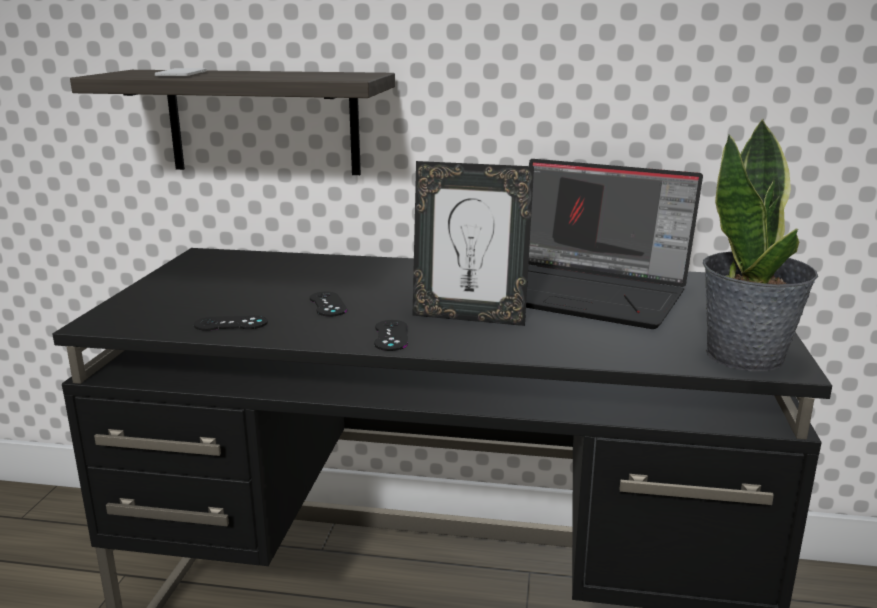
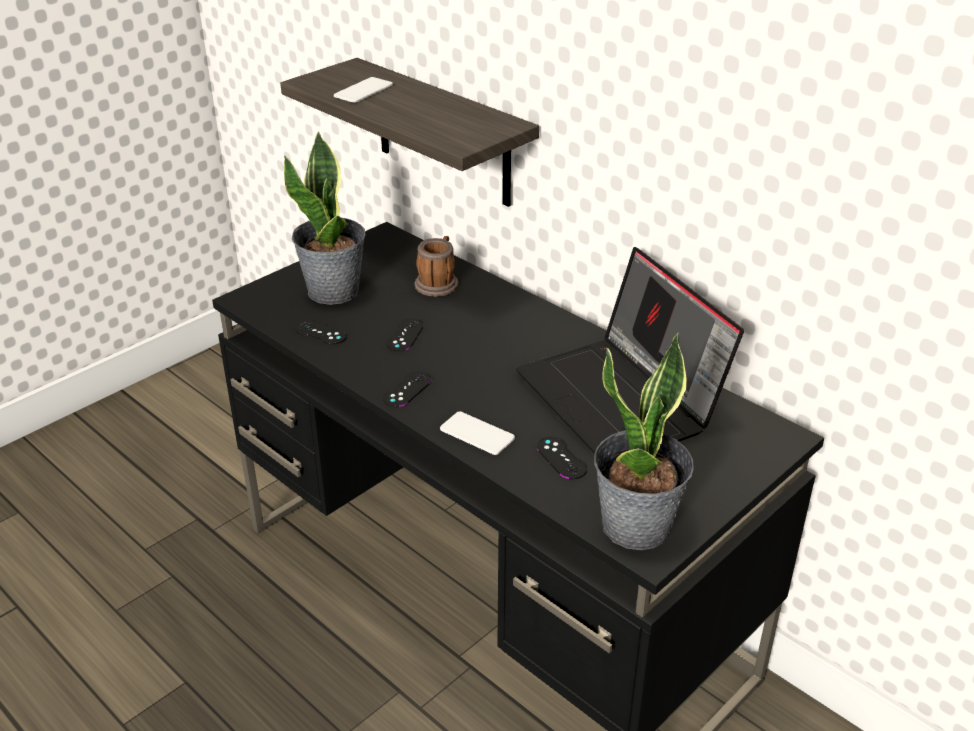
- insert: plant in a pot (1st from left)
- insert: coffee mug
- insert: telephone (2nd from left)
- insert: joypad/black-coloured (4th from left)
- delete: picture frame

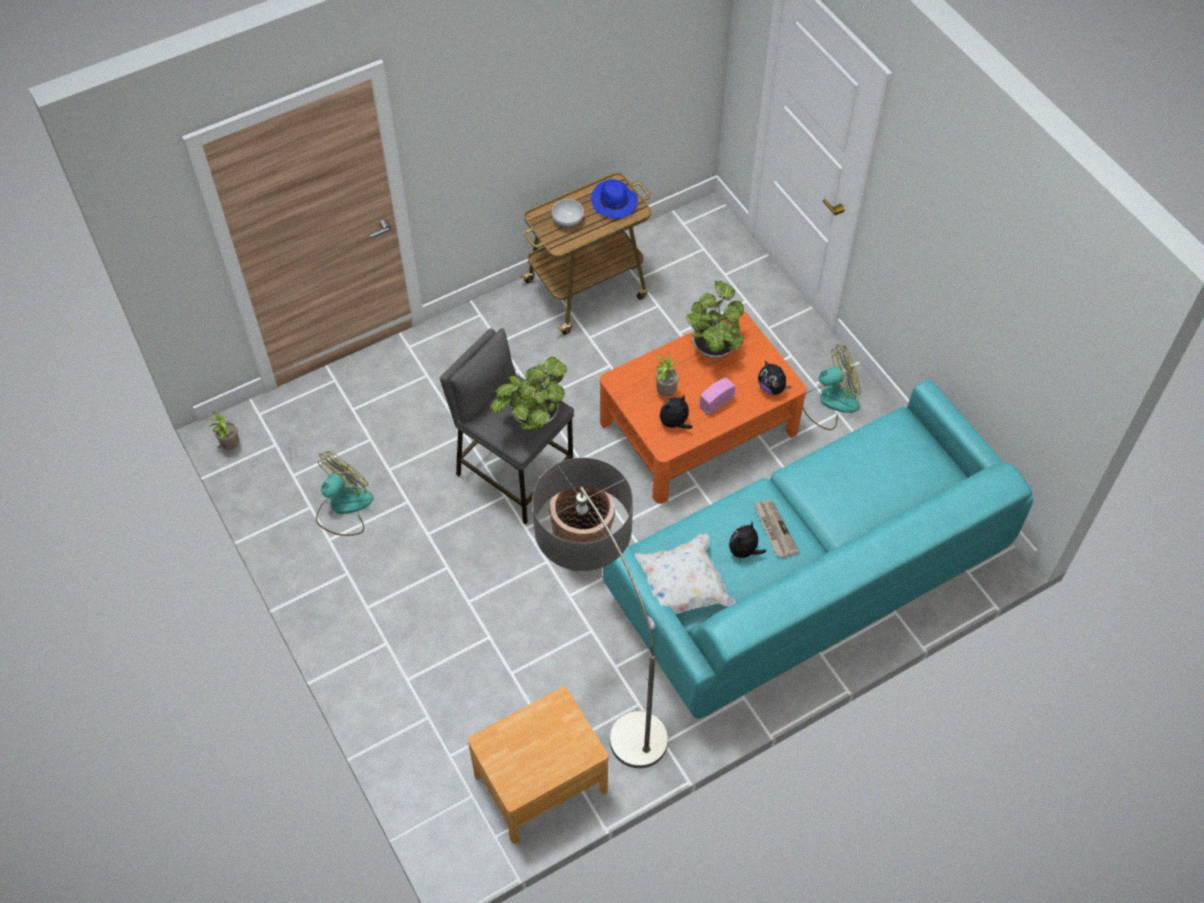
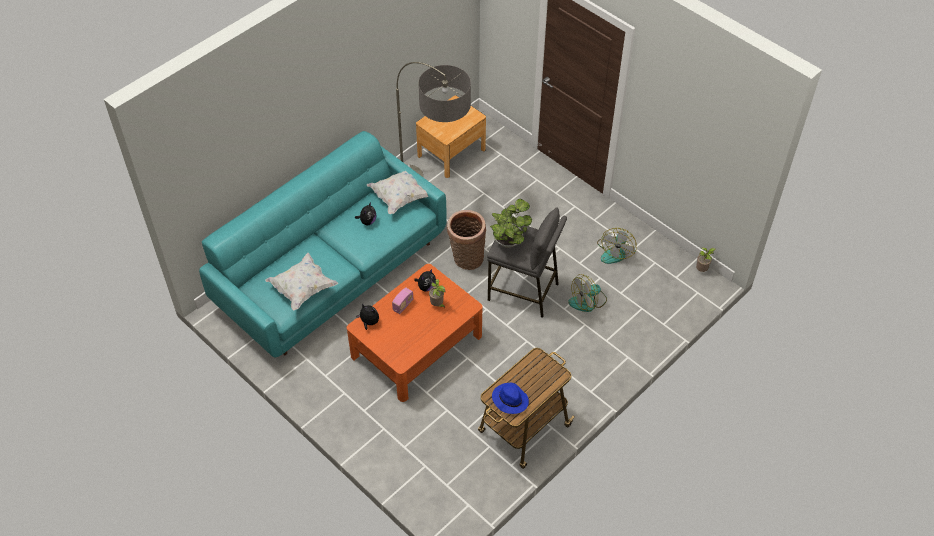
- insert: throw pillow/whitish (1st from left)
- move: electric fan (2nd from left in the first image) to electric fan (1st from left)
- delete: deep dish
- delete: plant in a pot (4th from left)
- delete: daily paper

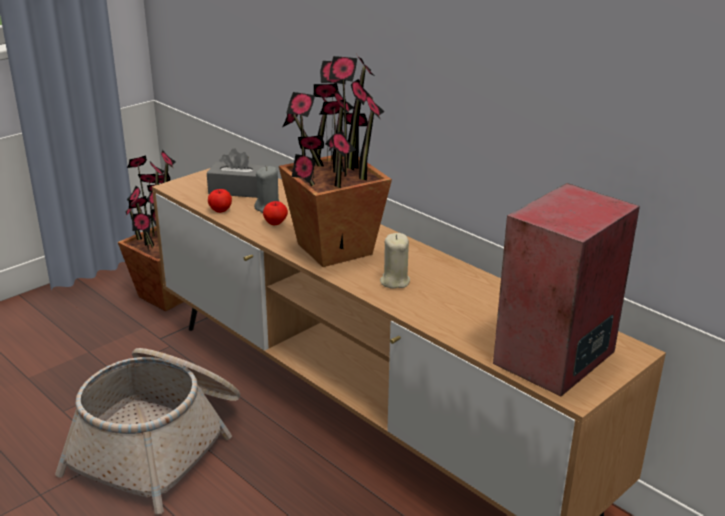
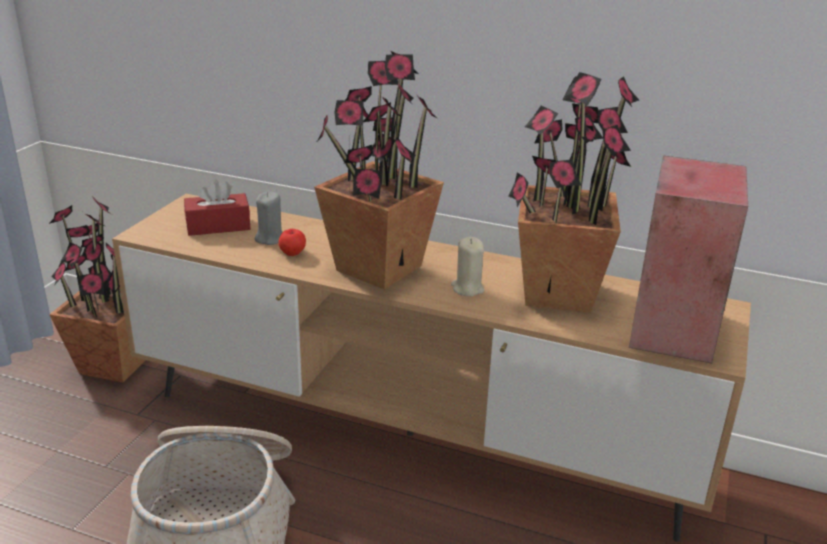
- recolor: box of tissues/grey to box of tissues/red-coloured
- insert: plant in a pot (3rd from left)
- delete: whole apple (1st from left)

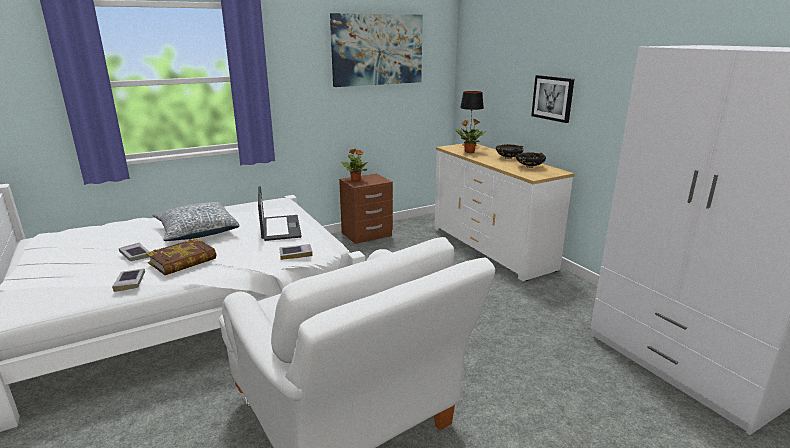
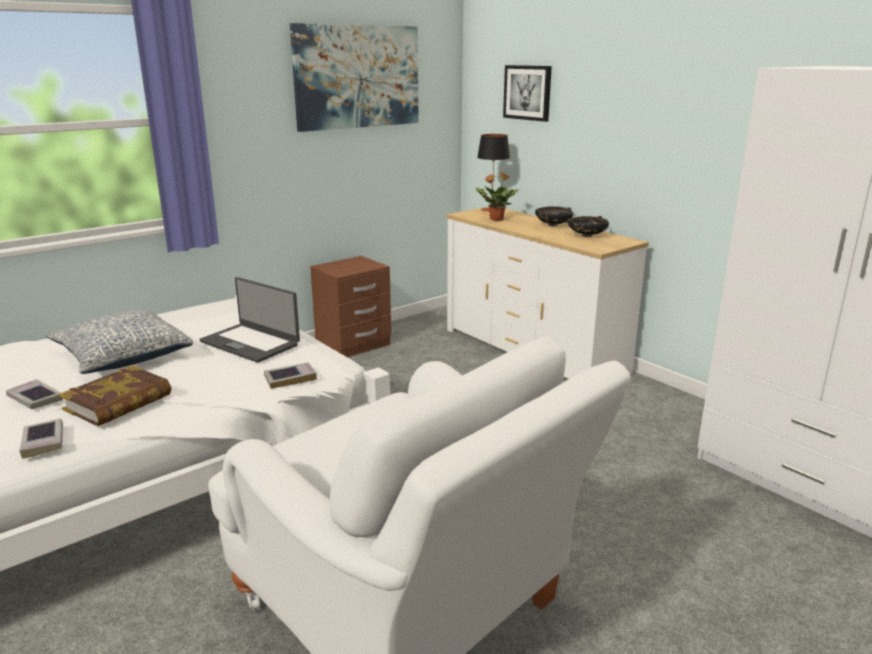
- rotate: portable computer 150 degrees clockwise
- move: picture (2nd from left)
- delete: plant in a pot (1st from left)

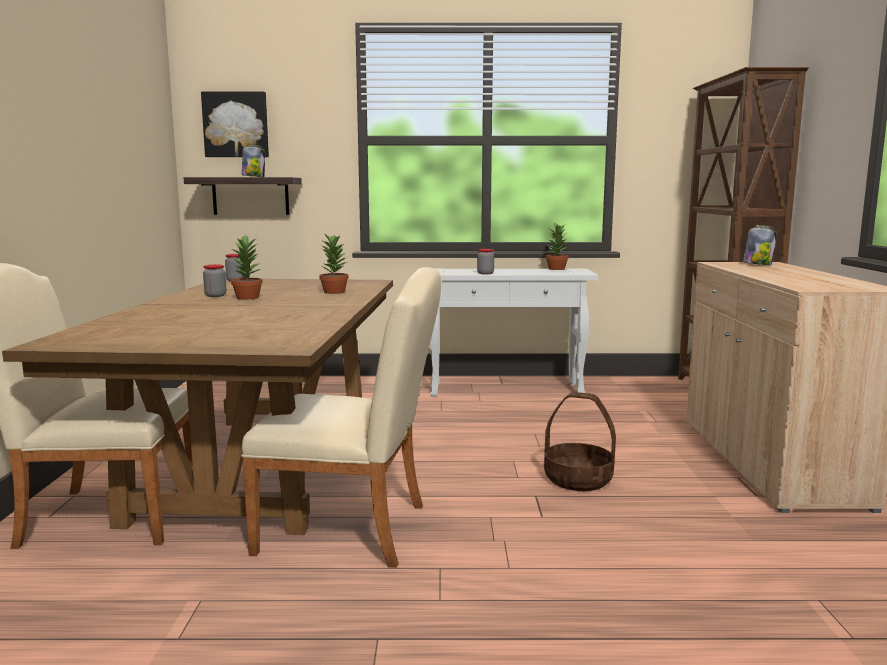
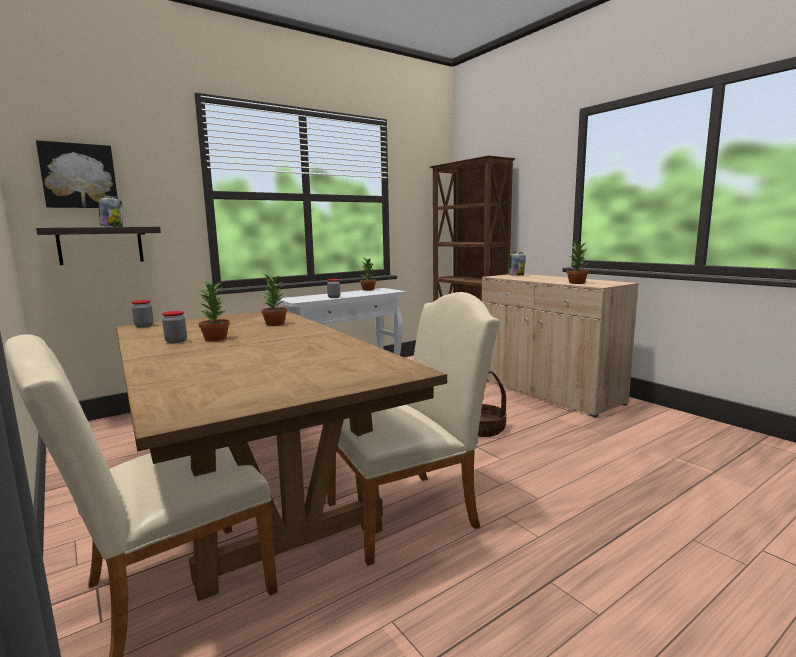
- insert: plant in a pot (4th from left)

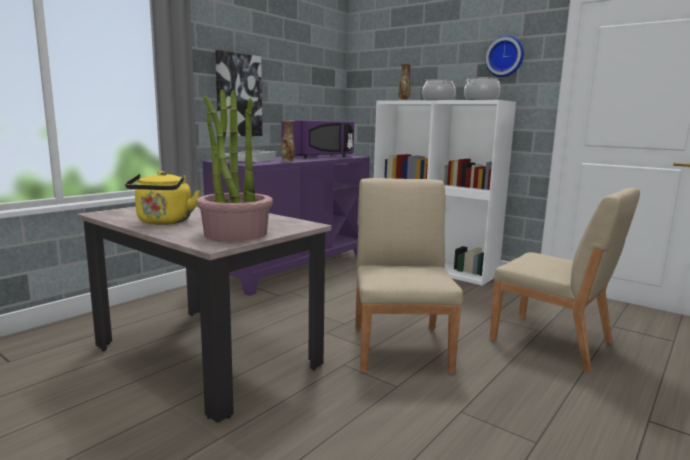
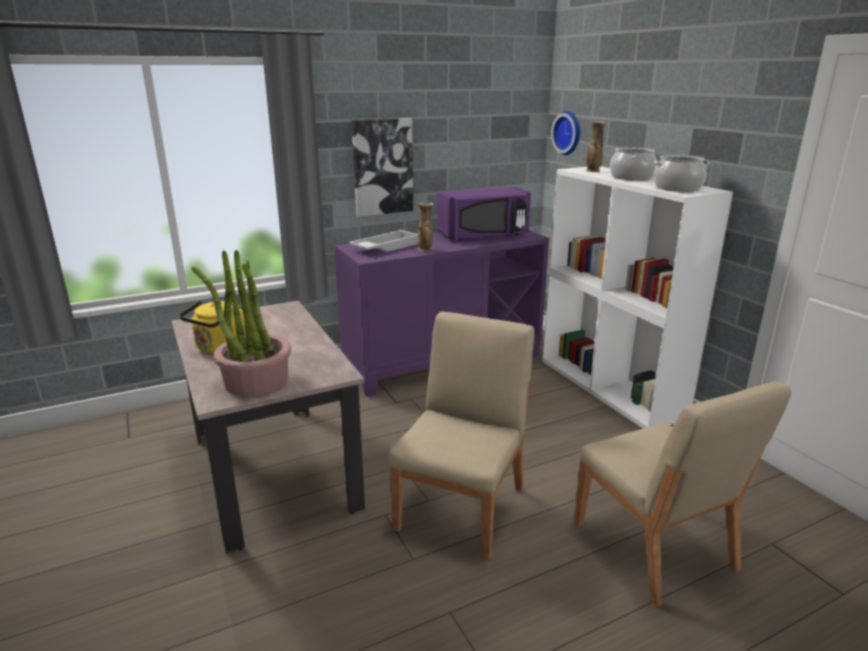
- move: clock on the wall

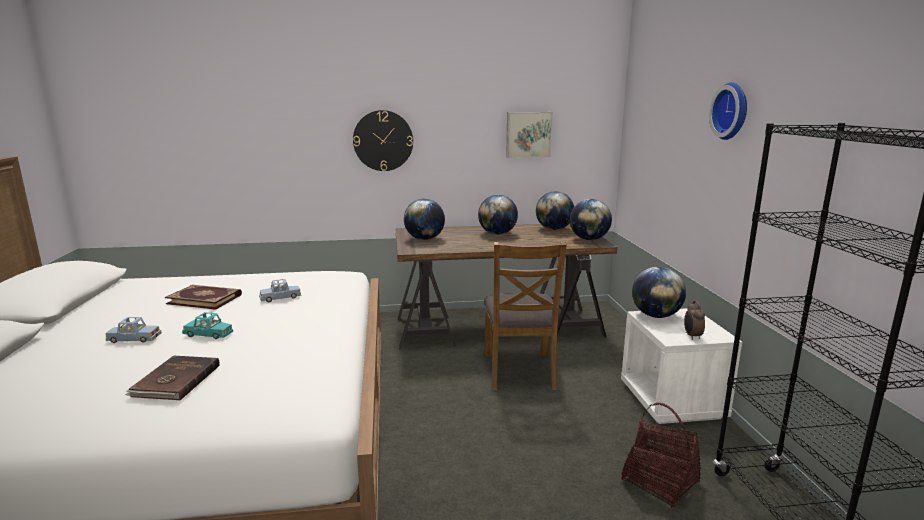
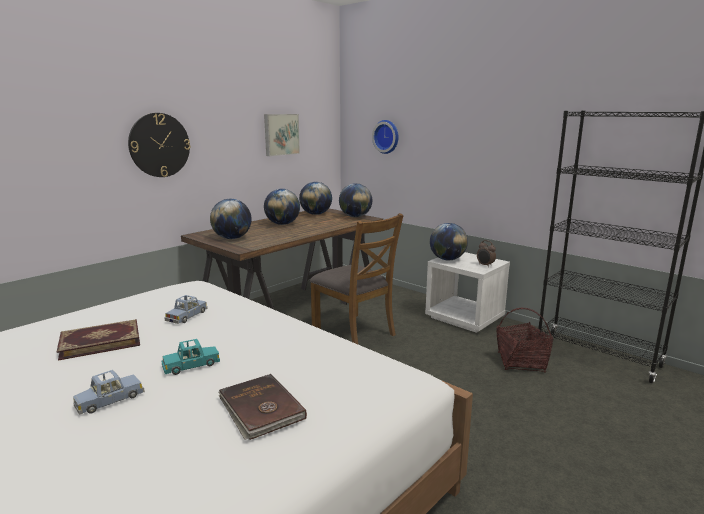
- move: clock on the wall (2nd from left)

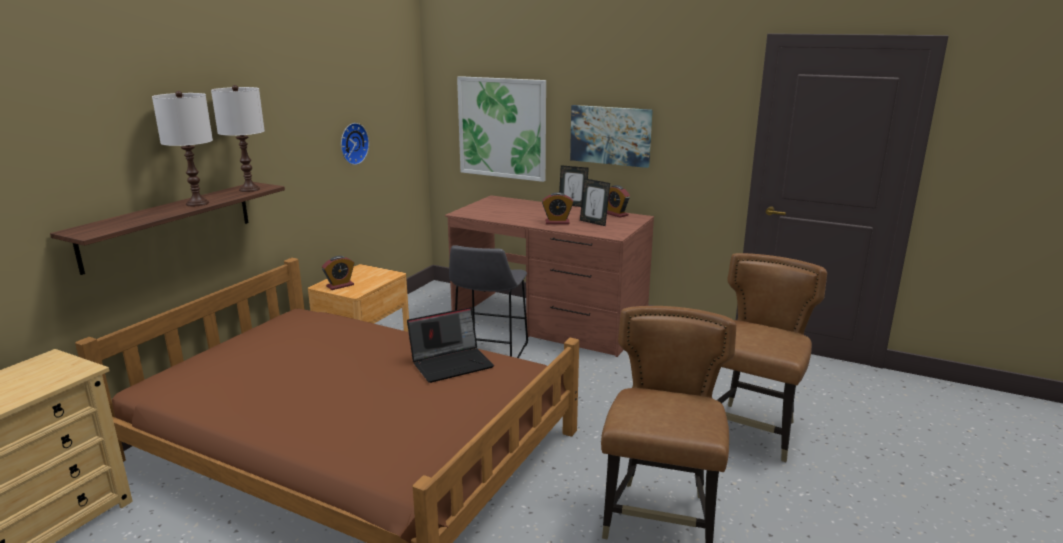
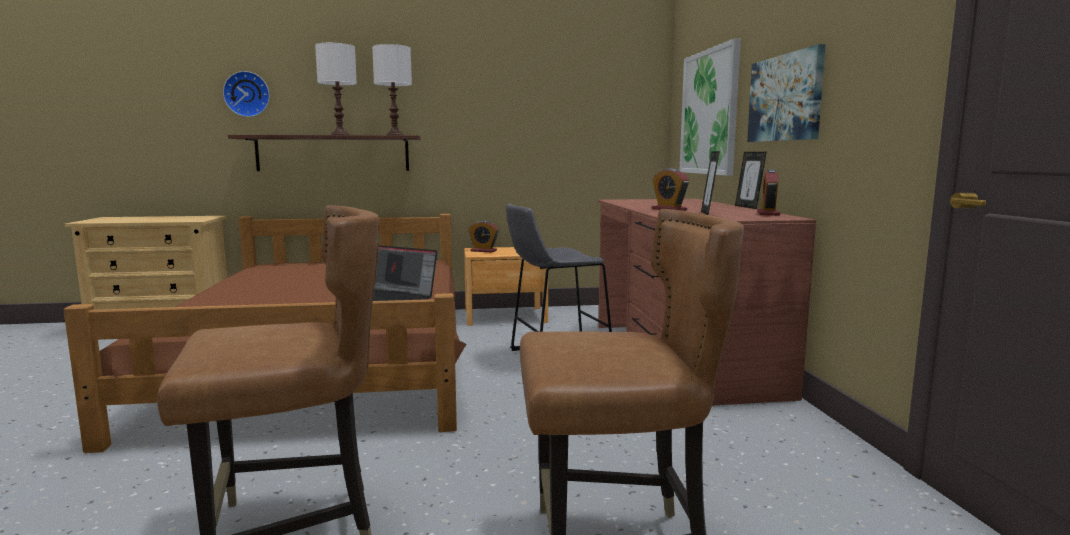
- move: clock on the wall

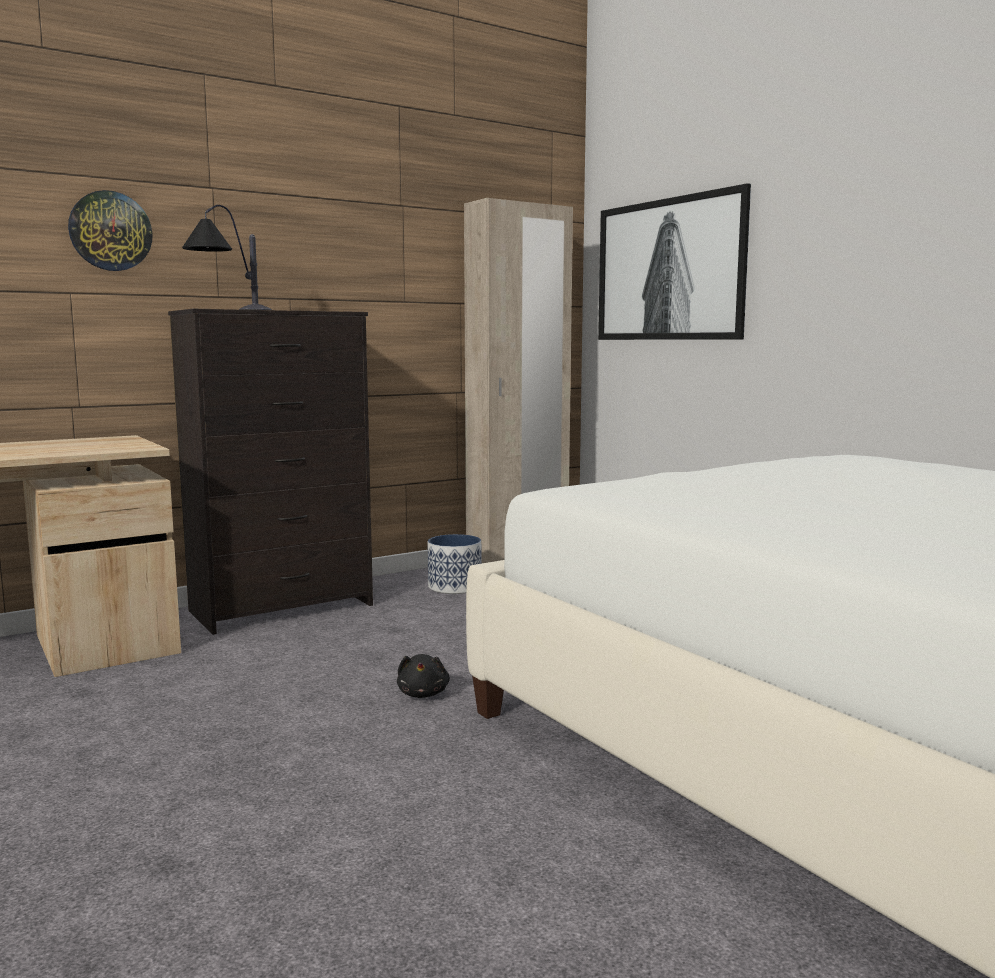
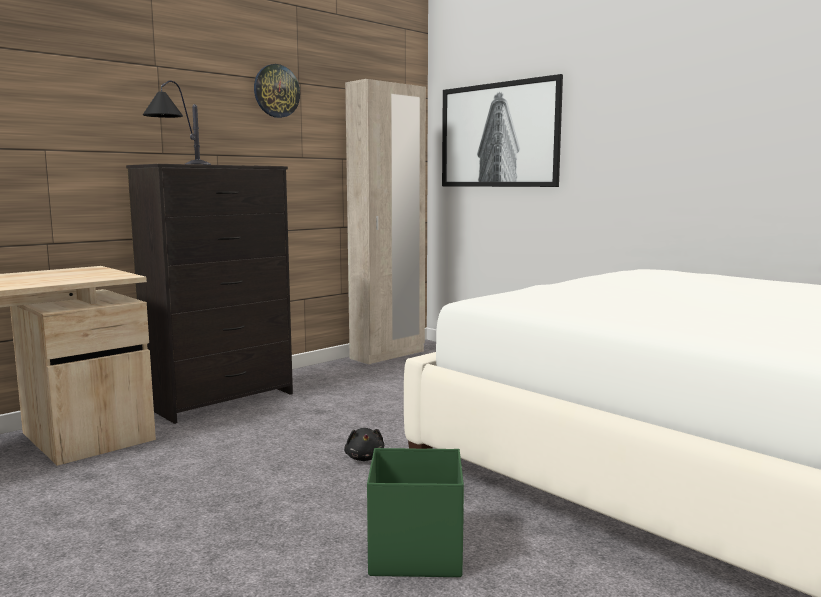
- move: clock on the wall
- insert: storage container/greenish
- delete: flower pot

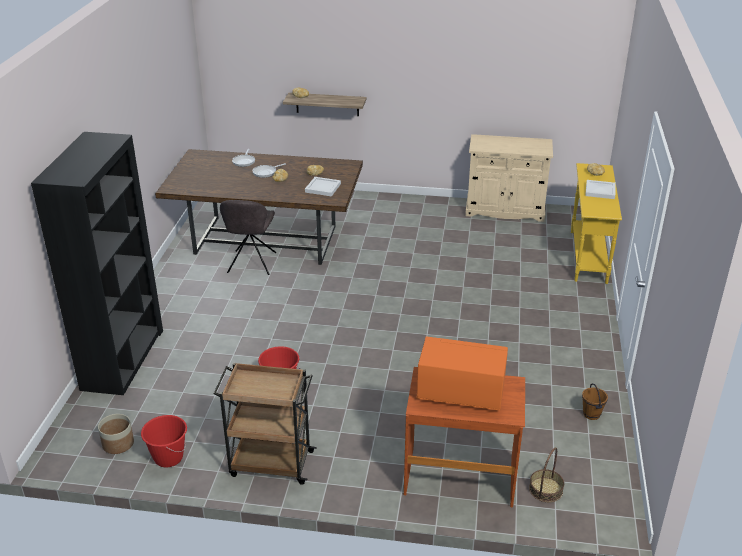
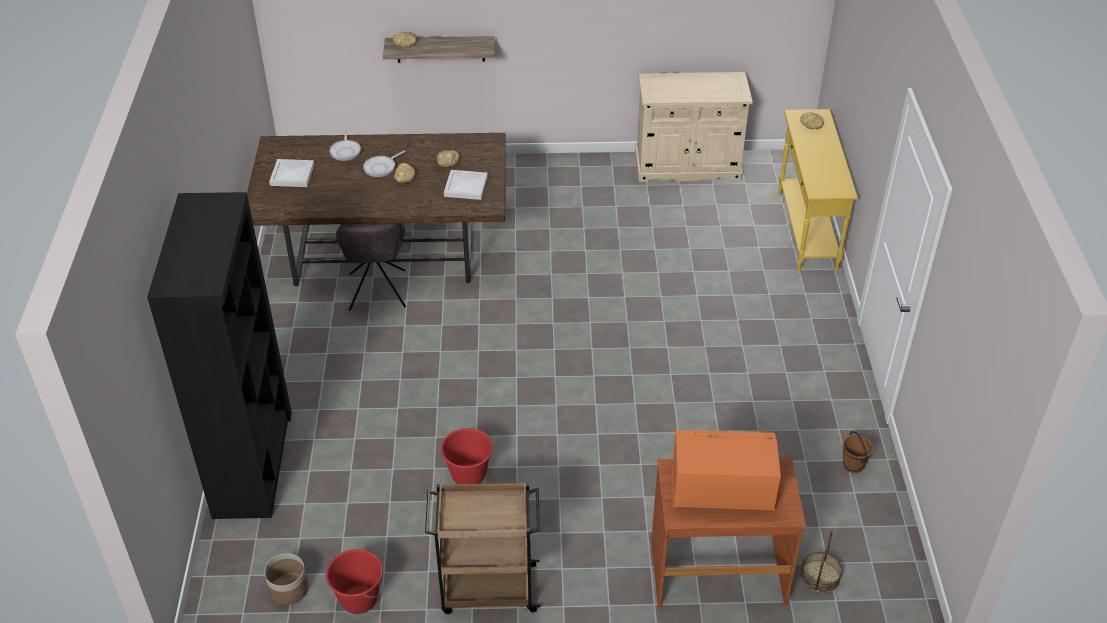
- move: serving tray/whitish (2nd from left in the first image) to serving tray/whitish (1st from left)

